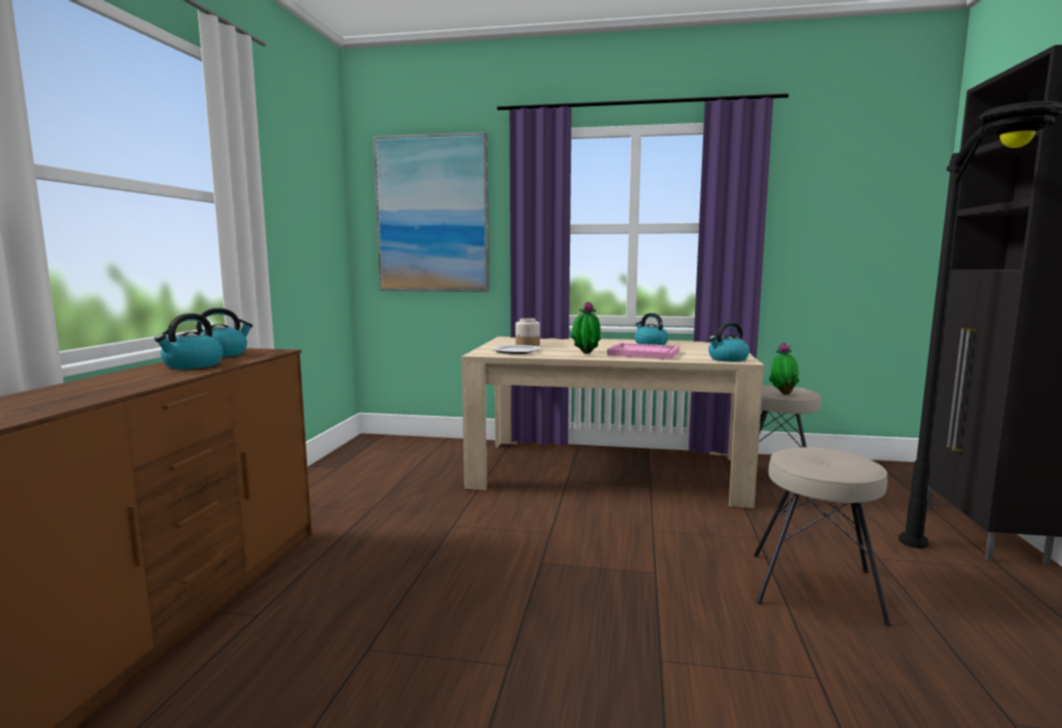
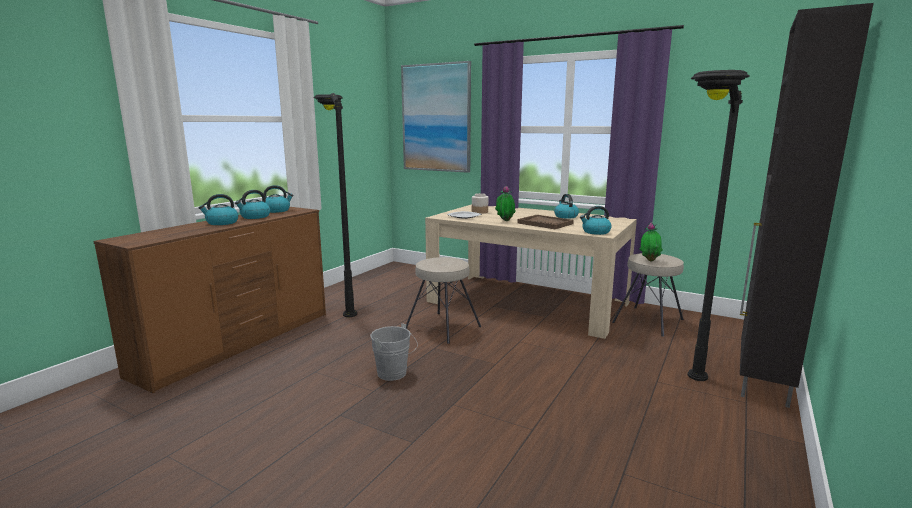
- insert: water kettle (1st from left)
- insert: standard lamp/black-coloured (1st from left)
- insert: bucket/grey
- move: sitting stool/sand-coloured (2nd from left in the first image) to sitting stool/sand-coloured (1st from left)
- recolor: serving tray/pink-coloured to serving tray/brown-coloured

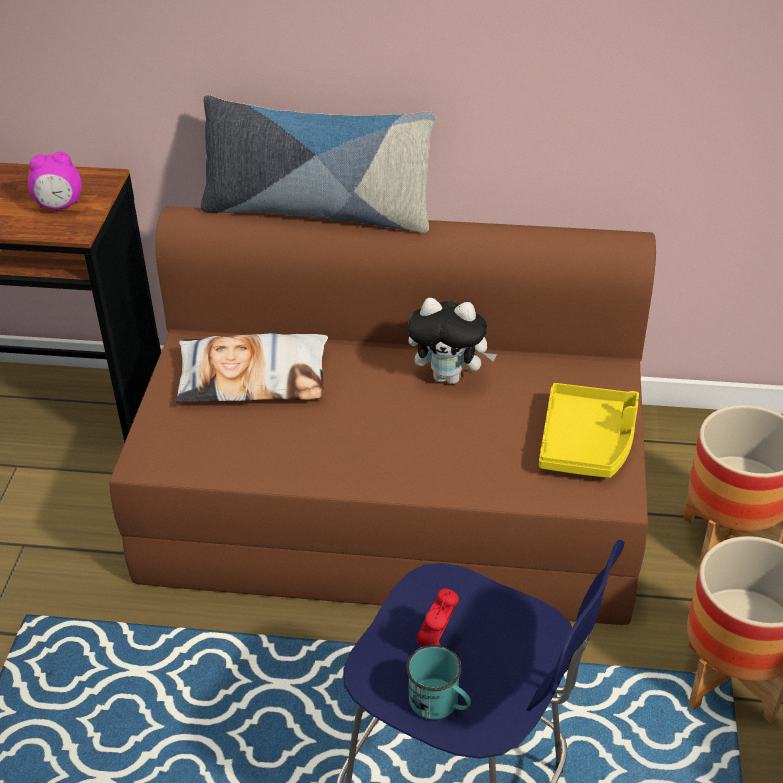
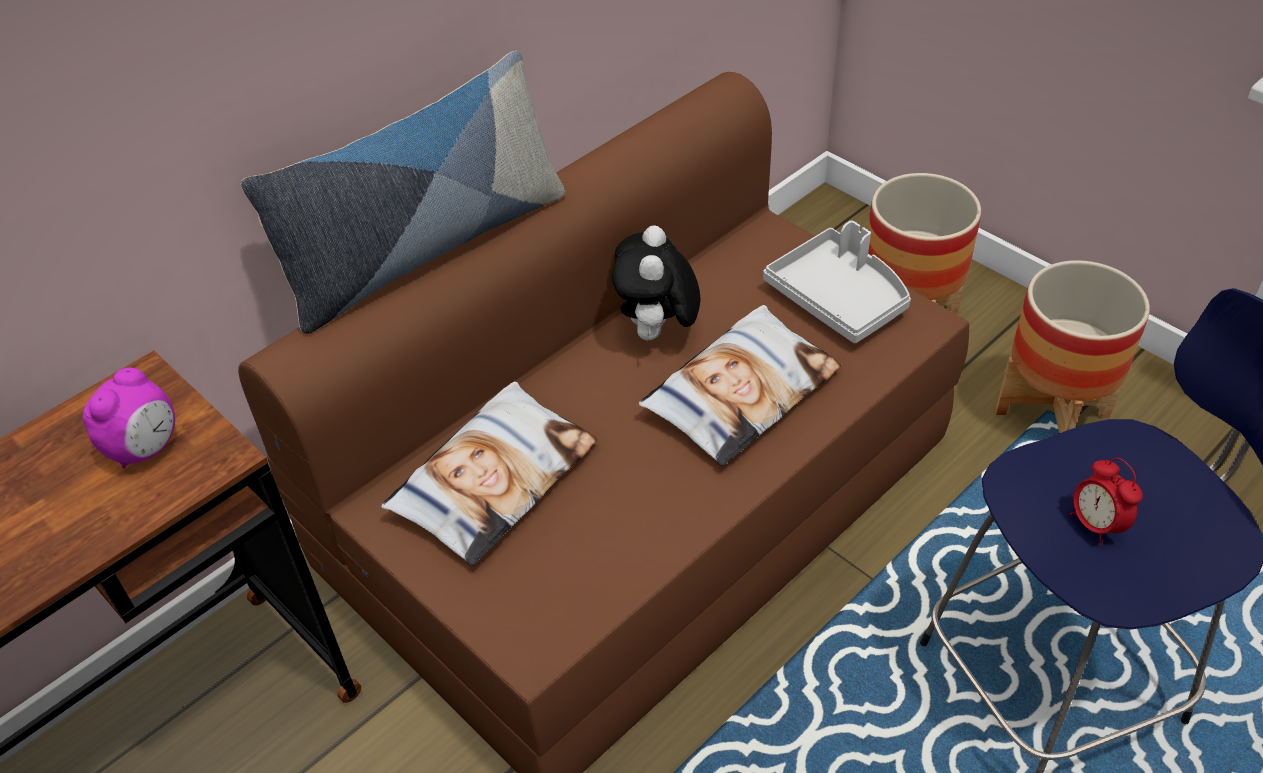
- rotate: soft toy 135 degrees clockwise
- insert: throw pillow (3rd from left)
- recolor: serving tray/yellow-coloured to serving tray/grey
- delete: coffee mug/turquoise-coloured

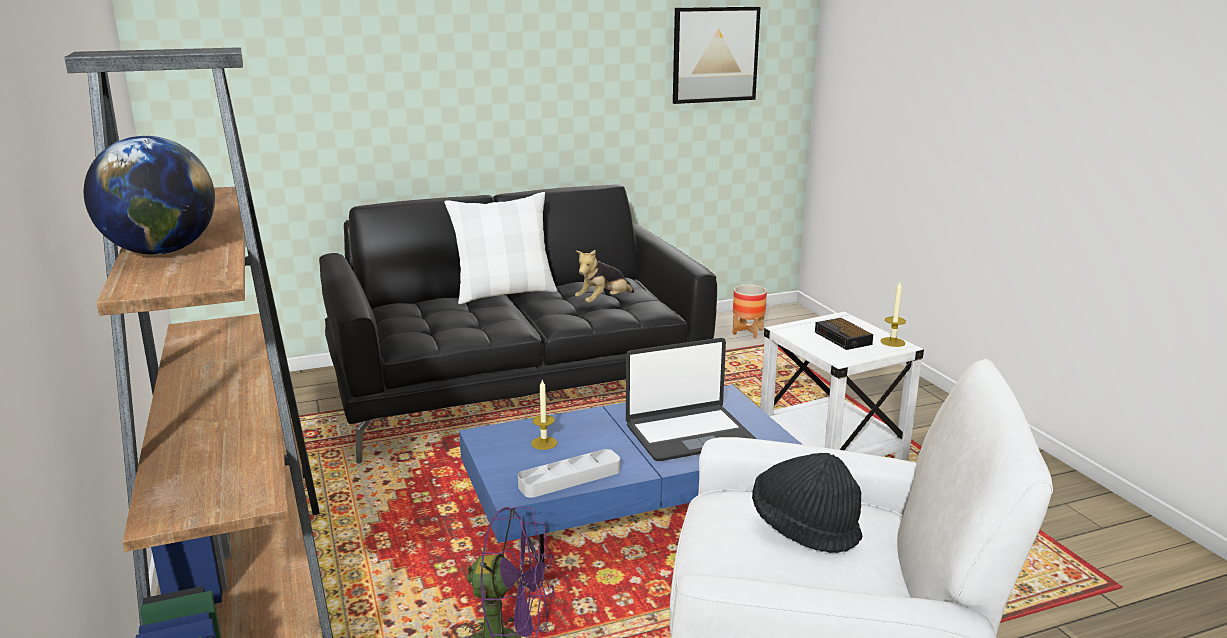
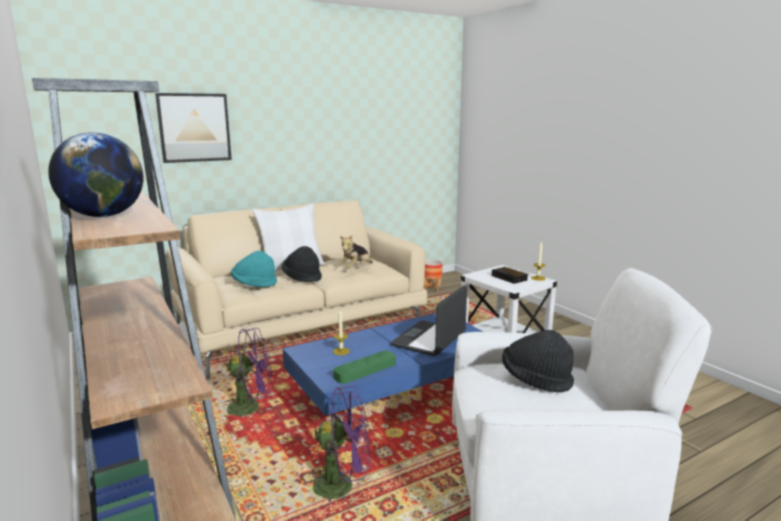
- move: picture
- recolor: couch/black-coloured to couch/sand-coloured
- insert: electric fan/purple (1st from left)
- insert: clothing hat/turquoise-coloured
- insert: clothing hat/black-coloured (1st from left)
- recolor: serving tray/grey to serving tray/greenish
- rotate: portable computer 150 degrees clockwise

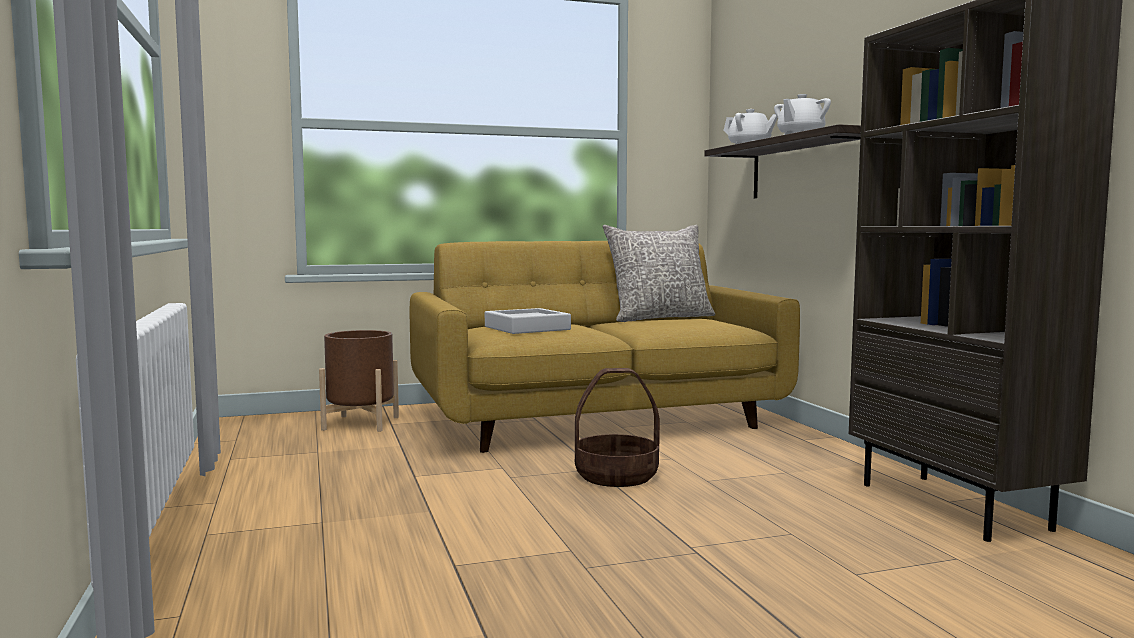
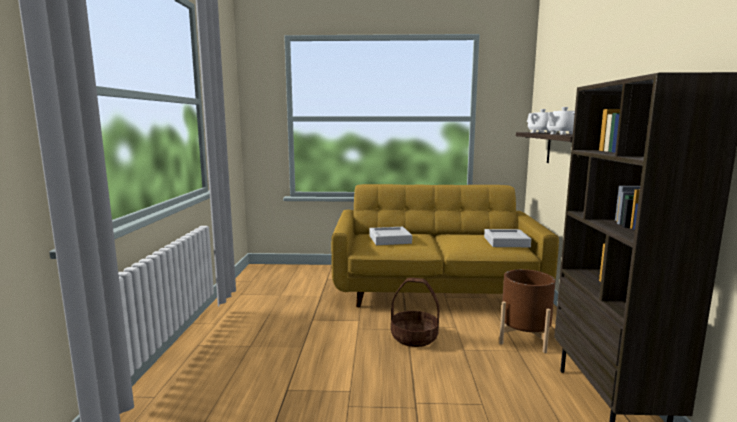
- insert: serving tray/grey (2nd from left)
- move: flower pot/brown-coloured
- delete: throw pillow/grey

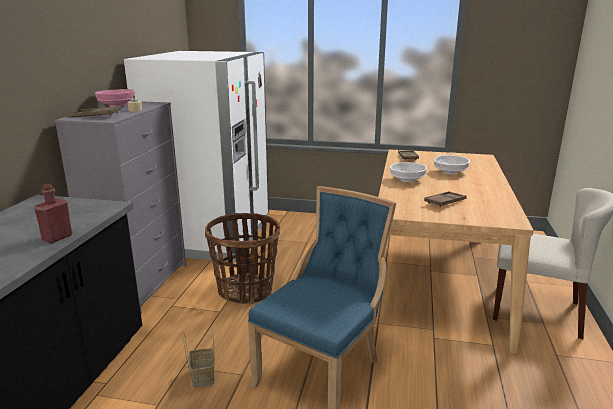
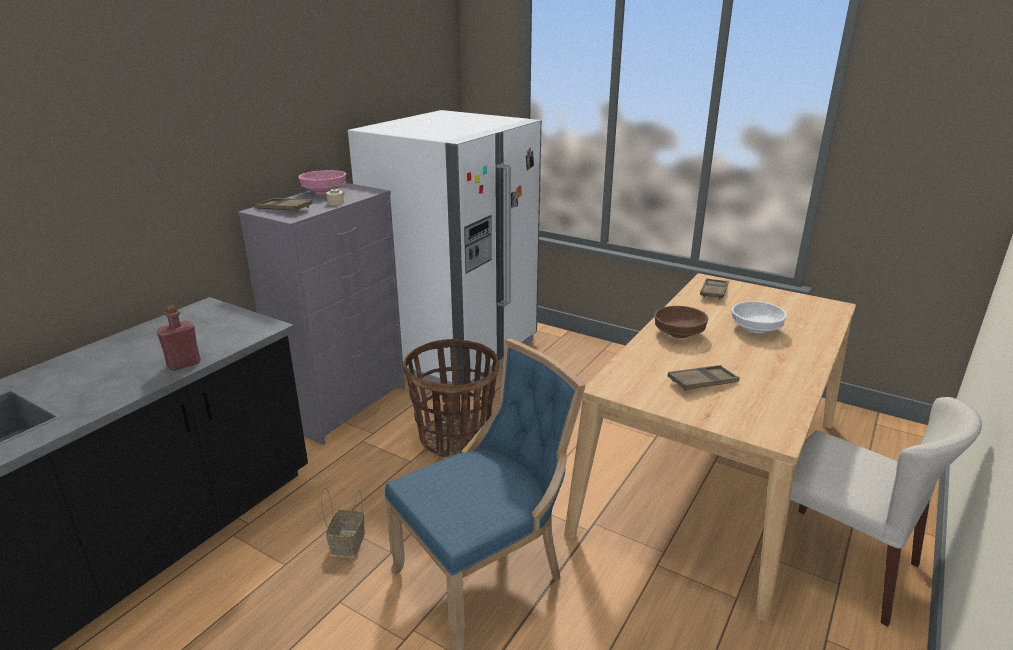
- recolor: deep dish/whitish (1st from left) to deep dish/brown-coloured

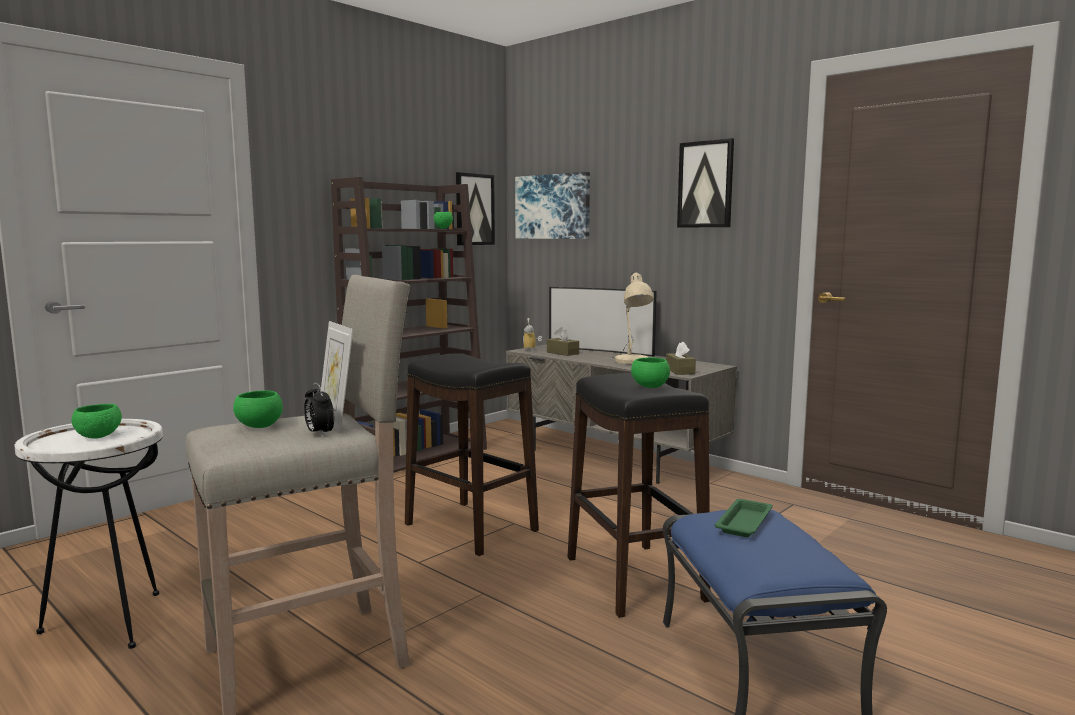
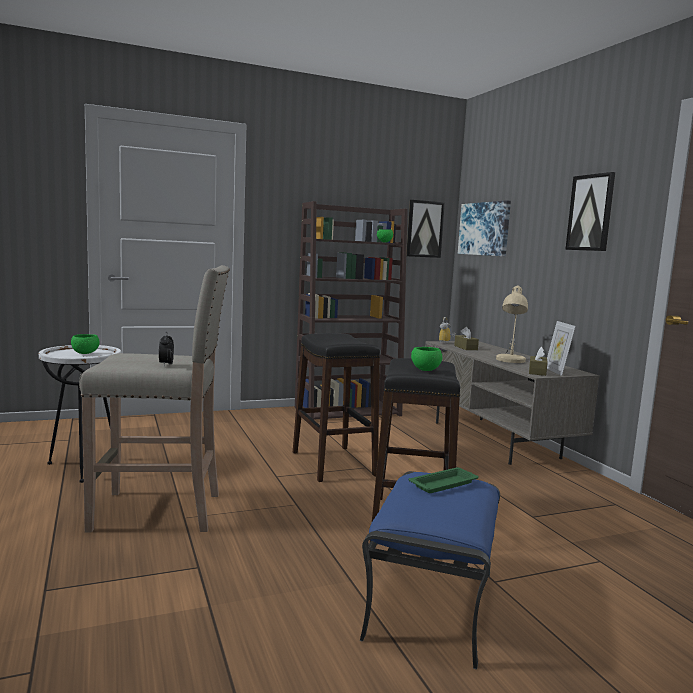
- move: picture frame
- delete: deep dish/greenish (2nd from left)
- delete: TV

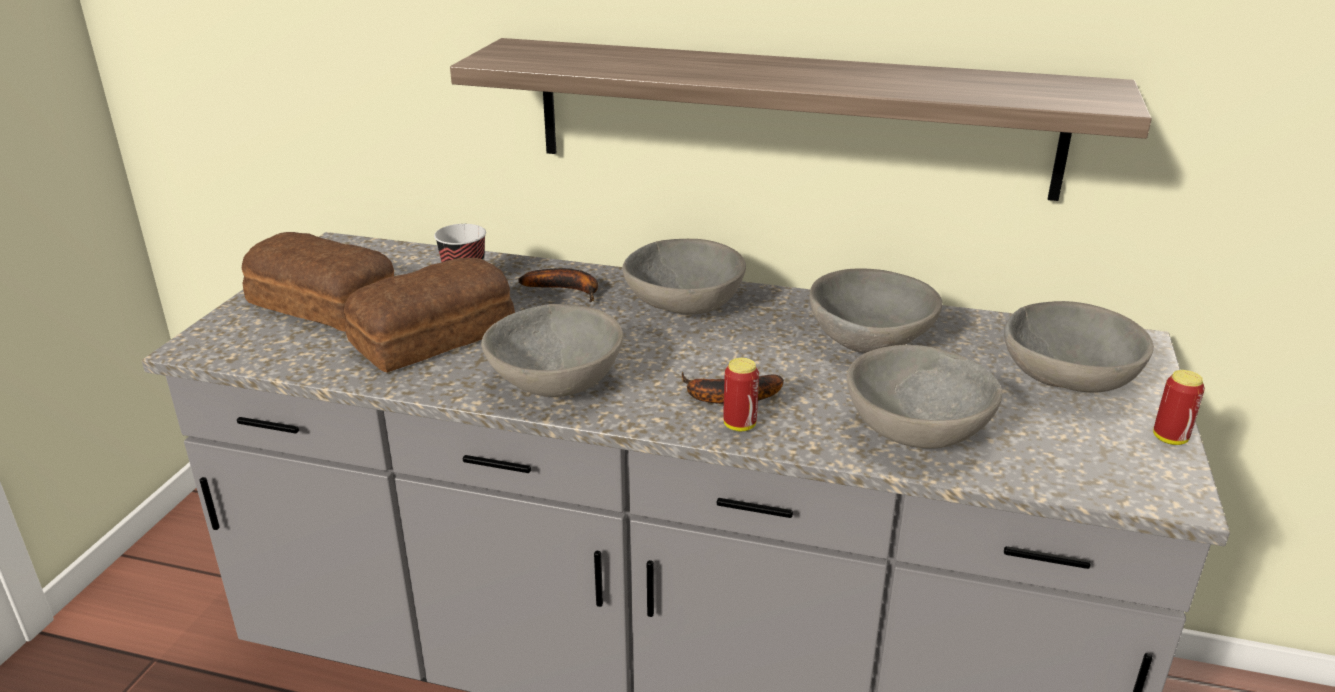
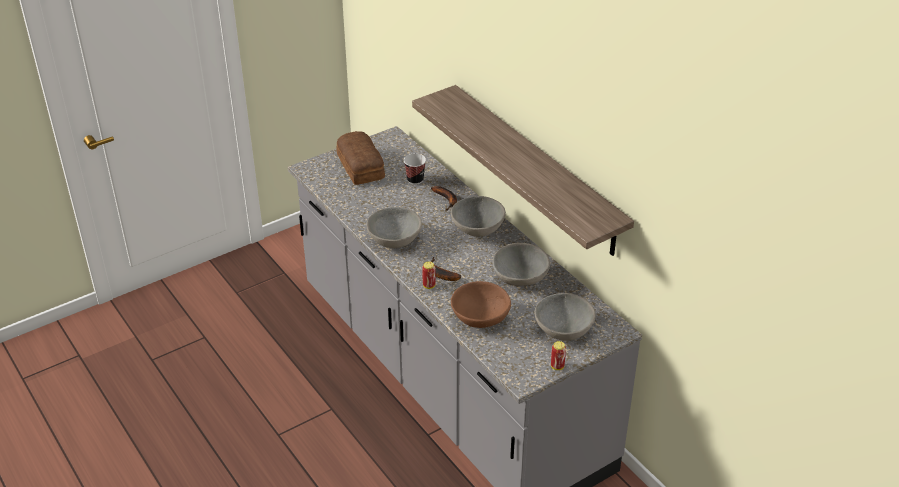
- recolor: deep dish/grey (4th from left) to deep dish/brown-coloured
- delete: bakery bread (2nd from left)

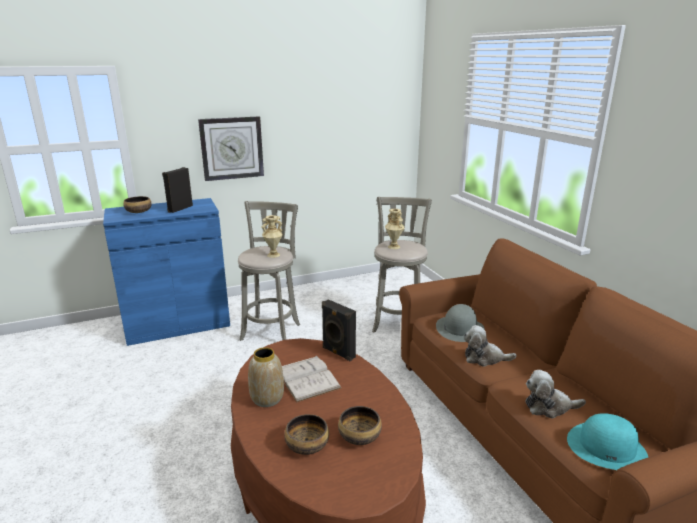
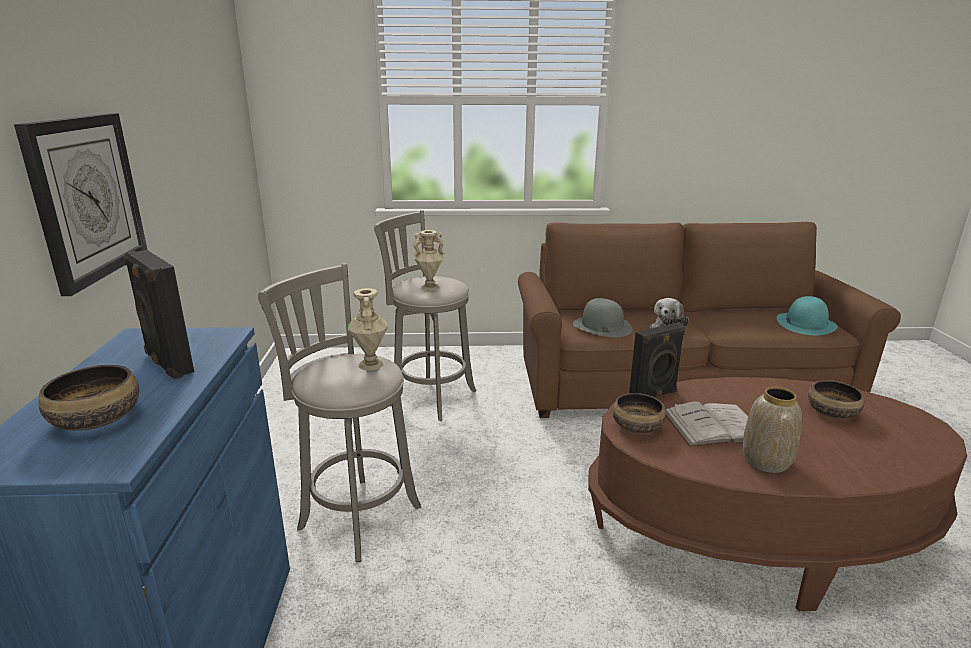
- move: deep dish (2nd from left)
- delete: soft toy (2nd from left)

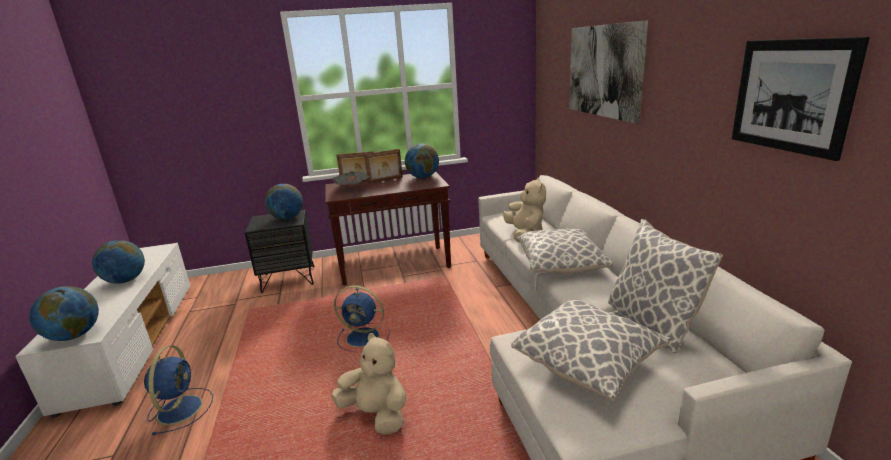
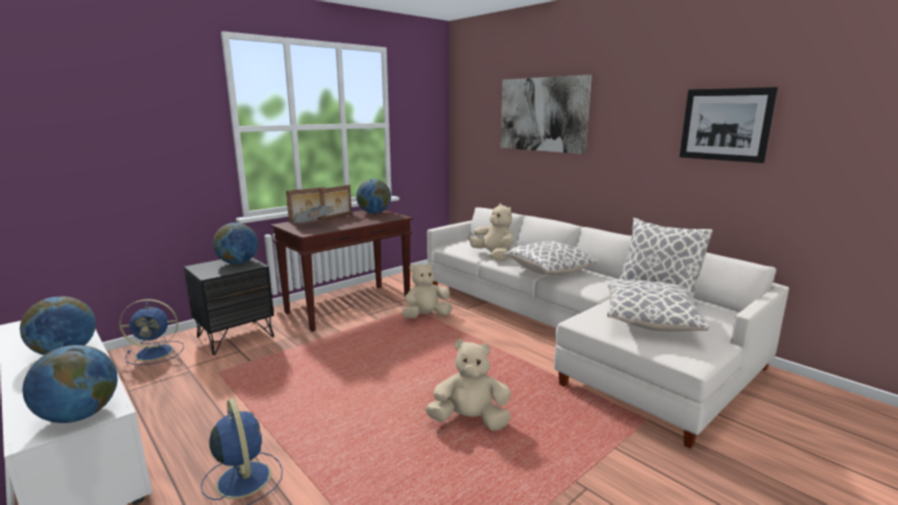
- move: electric fan/blue (2nd from left in the first image) to electric fan/blue (1st from left)
- insert: soft toy/sand-coloured (1st from left)

